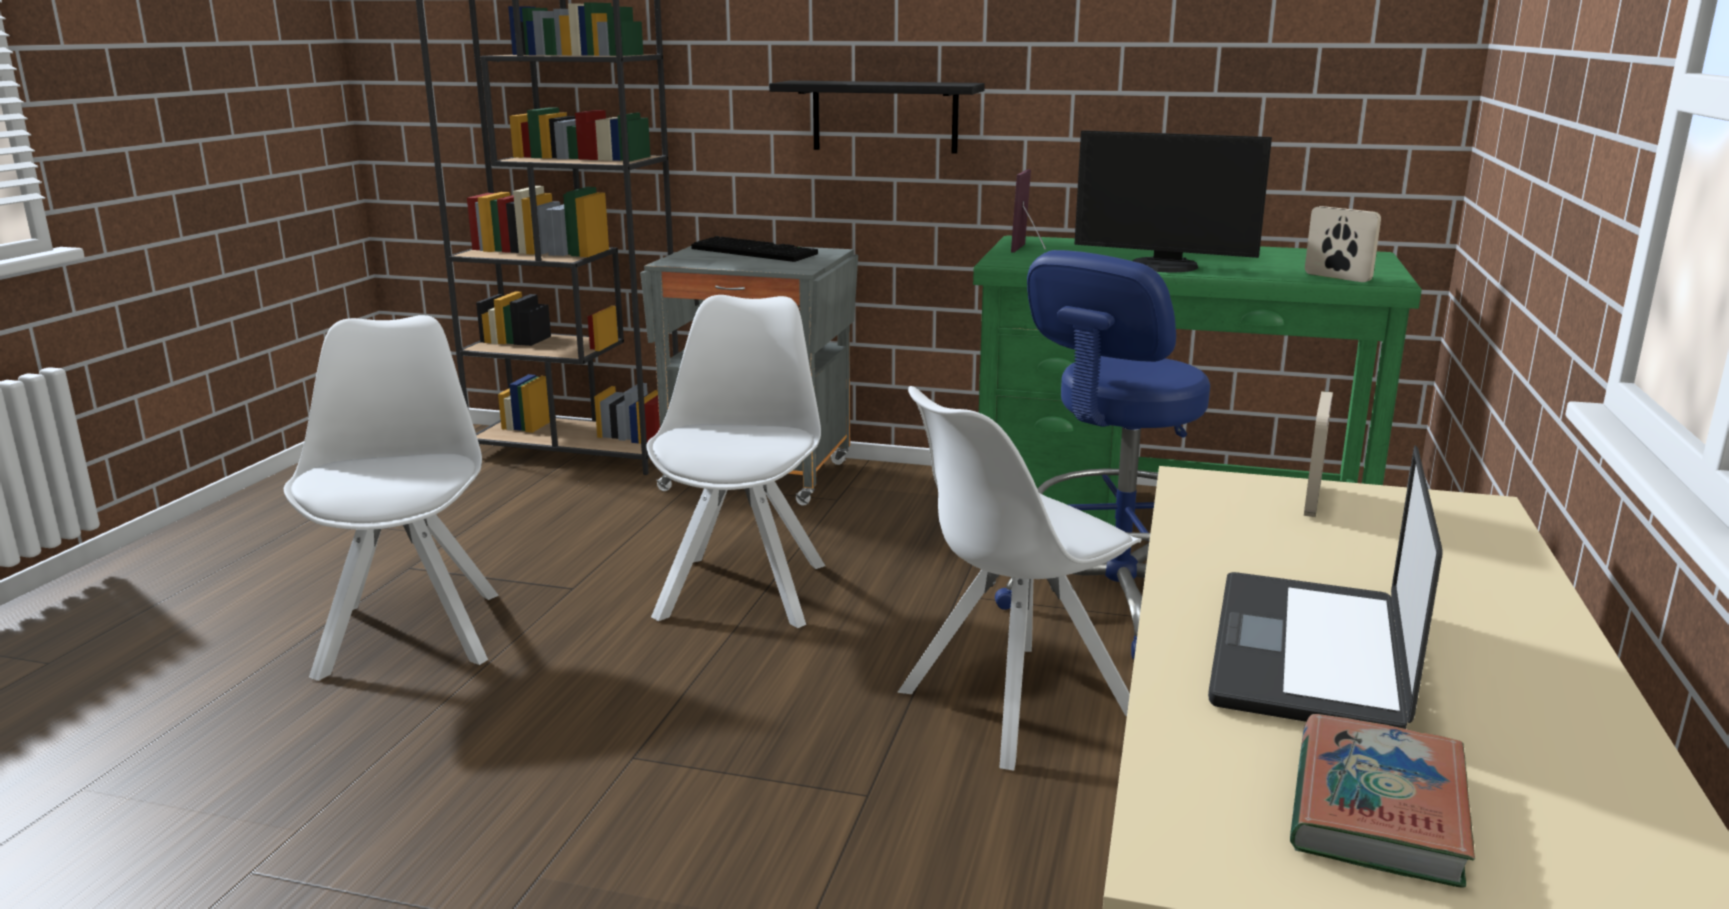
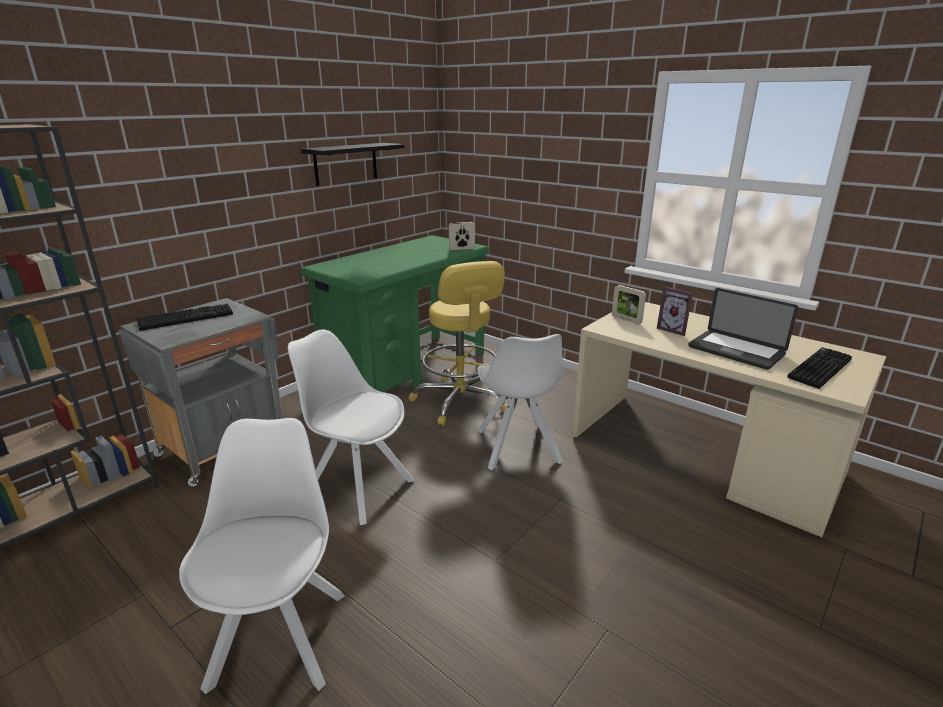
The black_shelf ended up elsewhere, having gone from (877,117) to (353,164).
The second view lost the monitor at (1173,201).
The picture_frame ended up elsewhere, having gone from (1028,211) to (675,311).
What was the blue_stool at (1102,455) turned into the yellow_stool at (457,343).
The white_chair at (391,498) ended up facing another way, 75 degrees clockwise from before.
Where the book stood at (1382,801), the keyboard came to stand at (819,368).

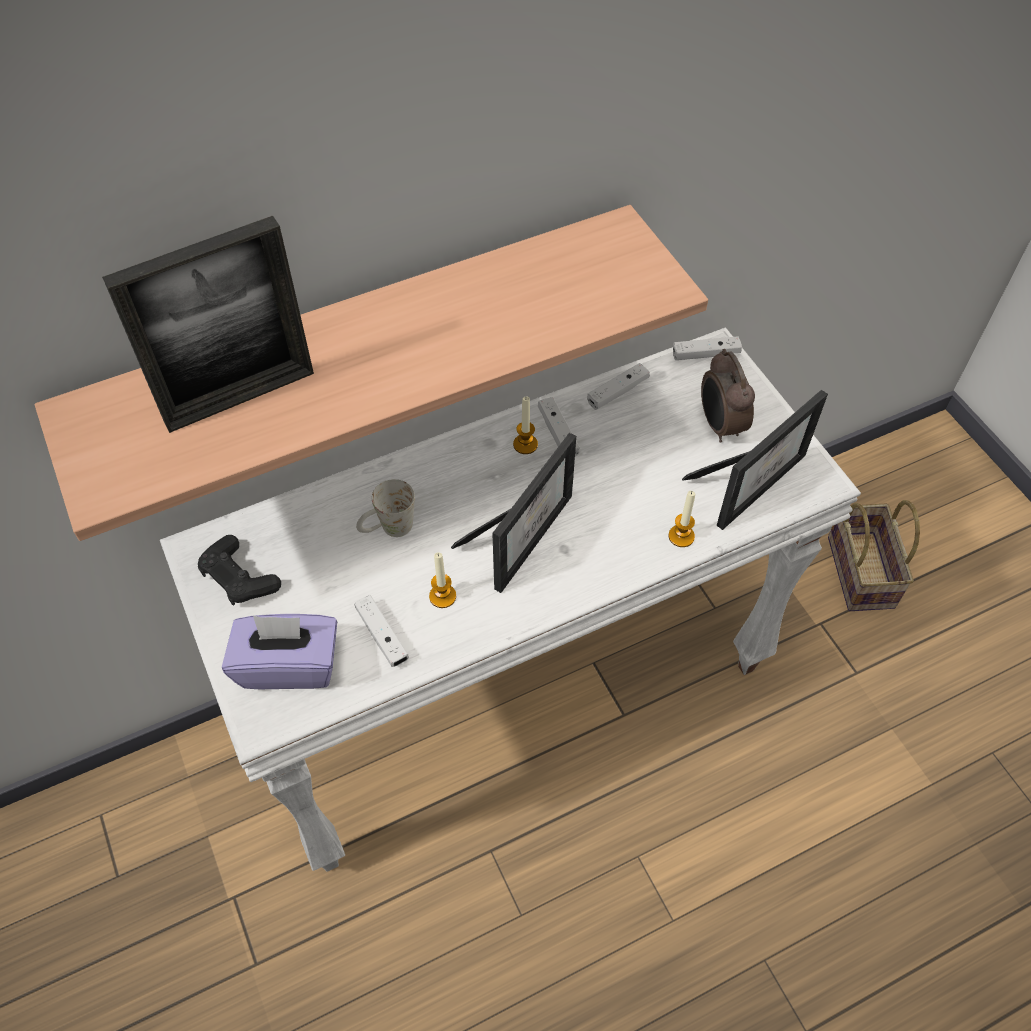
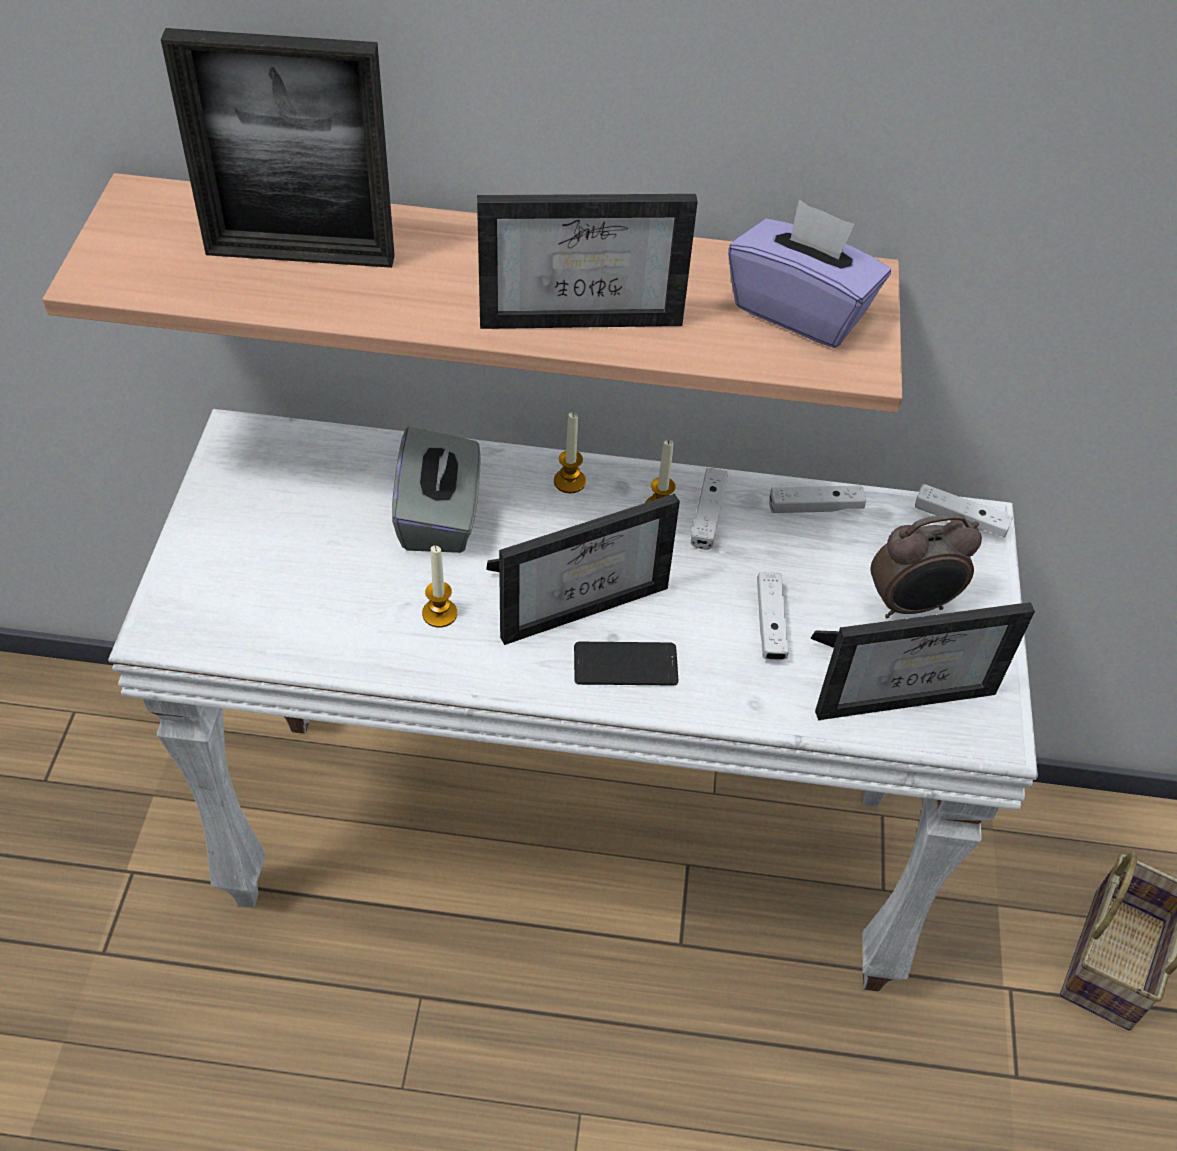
The alarm_clock at (728,396) ended up facing another way, 120 degrees counterclockwise from before.
Where the white_mug stood at (385,508), the grey_tissue_box came to stand at (436,490).
The candle ended up elsewhere, having gone from (681,519) to (570,452).
The second view lost the black_game_controller at (239,570).
The white_game_controller ended up elsewhere, having gone from (381,631) to (773,616).
The purple_tissue_box ended up elsewhere, having gone from (279,651) to (809,274).
The second view gained the picture_frame at (587,261).
The second view gained the phone at (626,663).

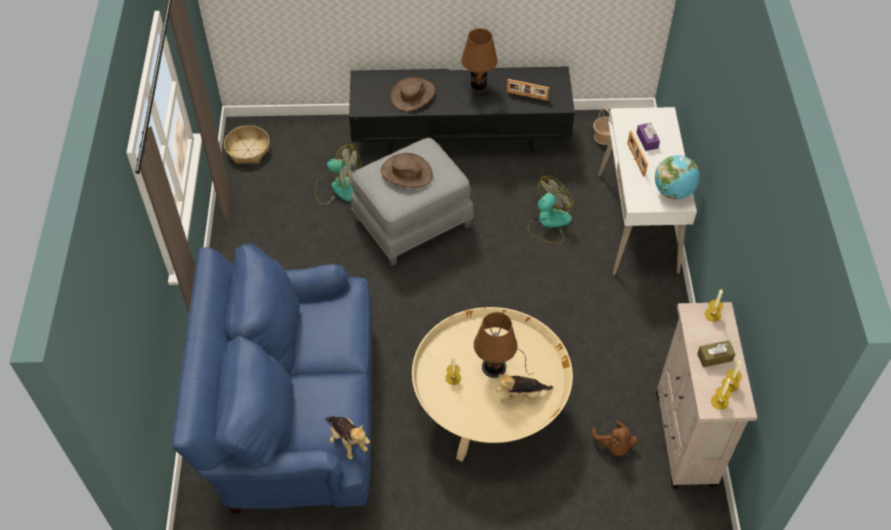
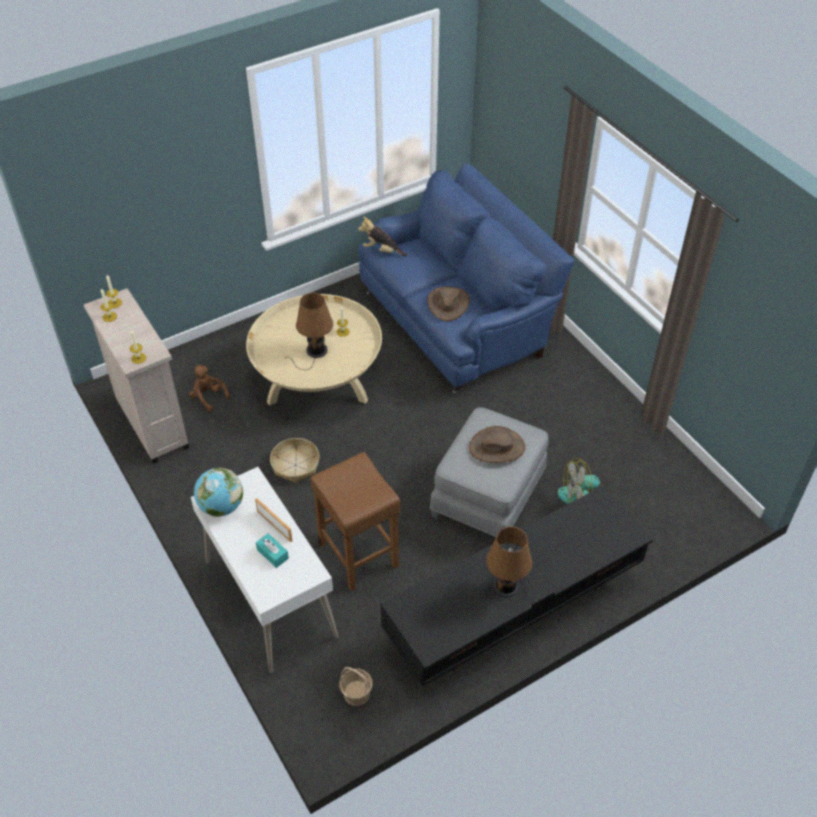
The brown_hat ended up elsewhere, having gone from (413,94) to (449,303).
The second view lost the picture_frame at (528,90).
What was the purple_tissue_box at (648,137) turned into the turquoise_tissue_box at (272,550).
The basket ended up elsewhere, having gone from (246,144) to (295,460).
Where the fan stood at (550,209), the brown_stool came to stand at (355,521).
The second view lost the brown_tissue_box at (716,353).
The second view lost the plush_toy at (524,388).

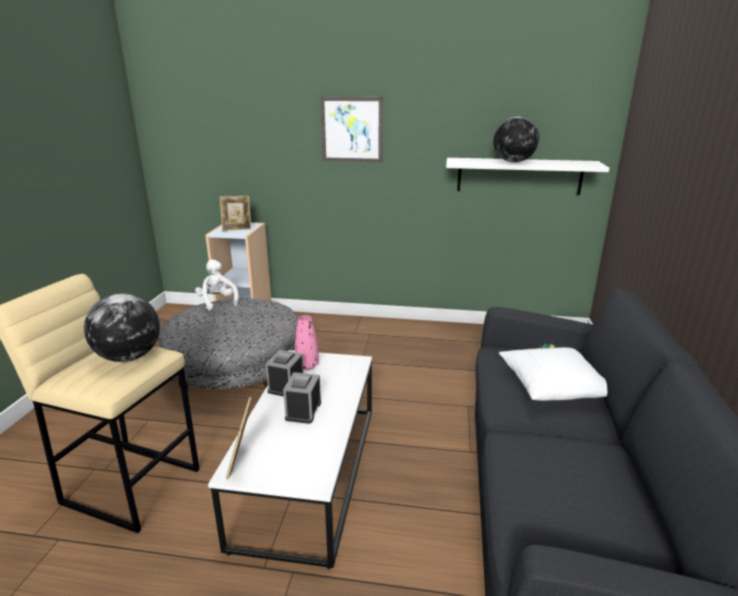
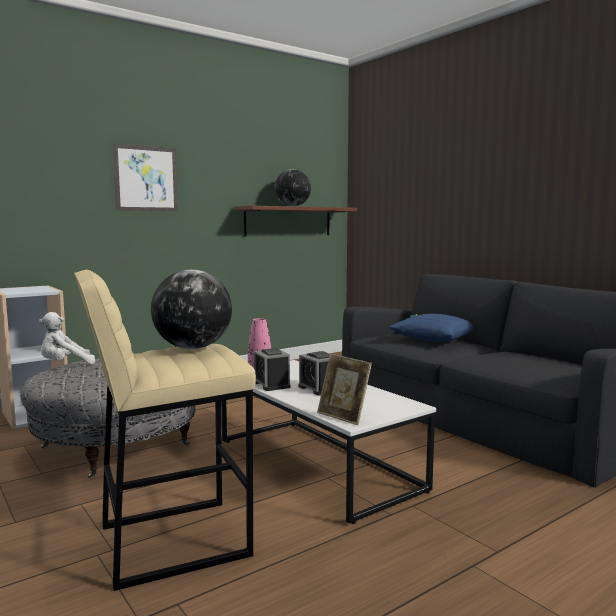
What was the white_shelf at (527,176) turned into the brown_shelf at (295,221).
The second view lost the picture_frame at (235,213).
The white_plush_toy at (217,285) ended up facing another way, 45 degrees counterclockwise from before.
What was the white_pillow at (553,372) turned into the blue_pillow at (431,327).

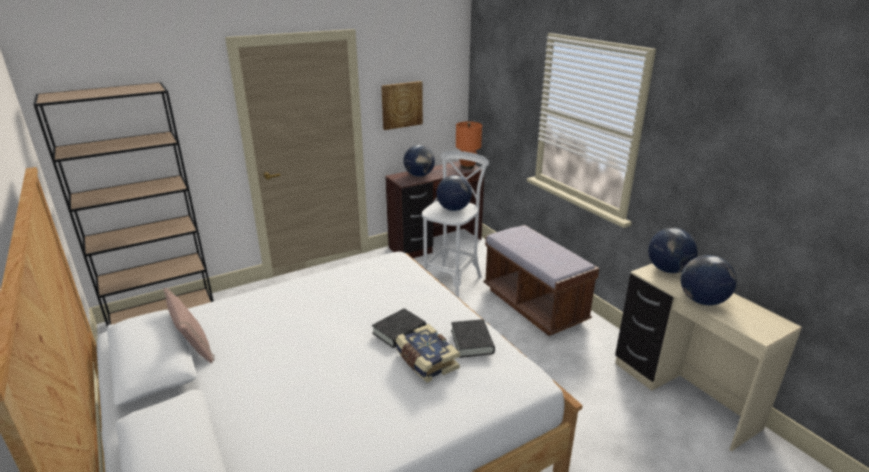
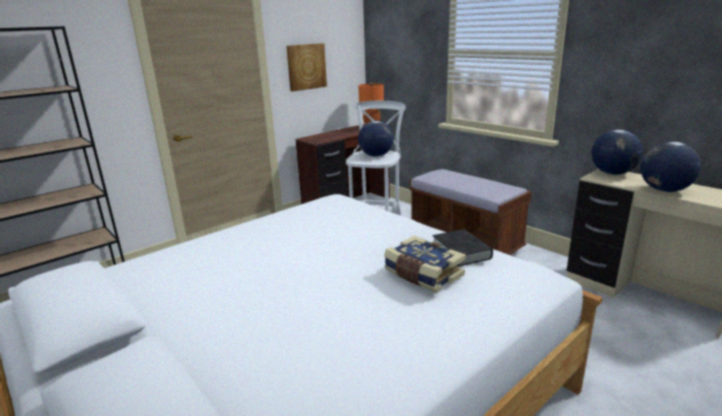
The second view lost the globe at (419,161).
The second view lost the beige_pillow at (189,325).
The second view lost the black_book at (399,328).

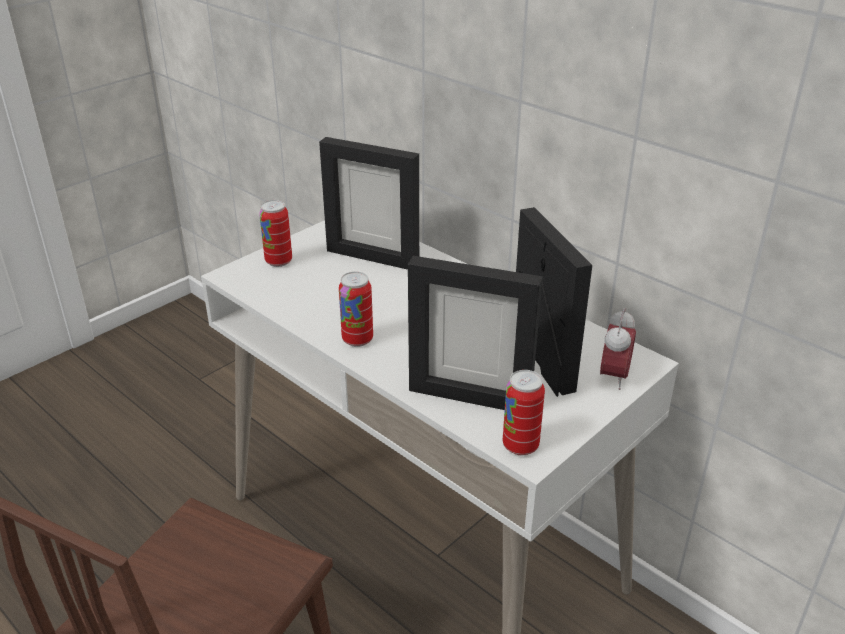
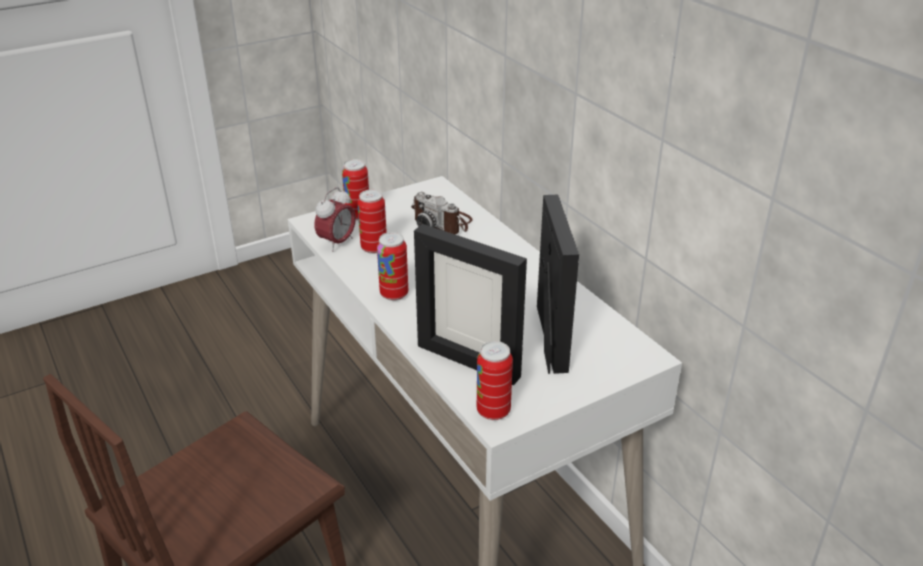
Where the picture_frame stood at (369,203), the photo_camera came to stand at (442,213).
The alarm_clock ended up elsewhere, having gone from (618,349) to (335,219).
The second view gained the can at (372,222).

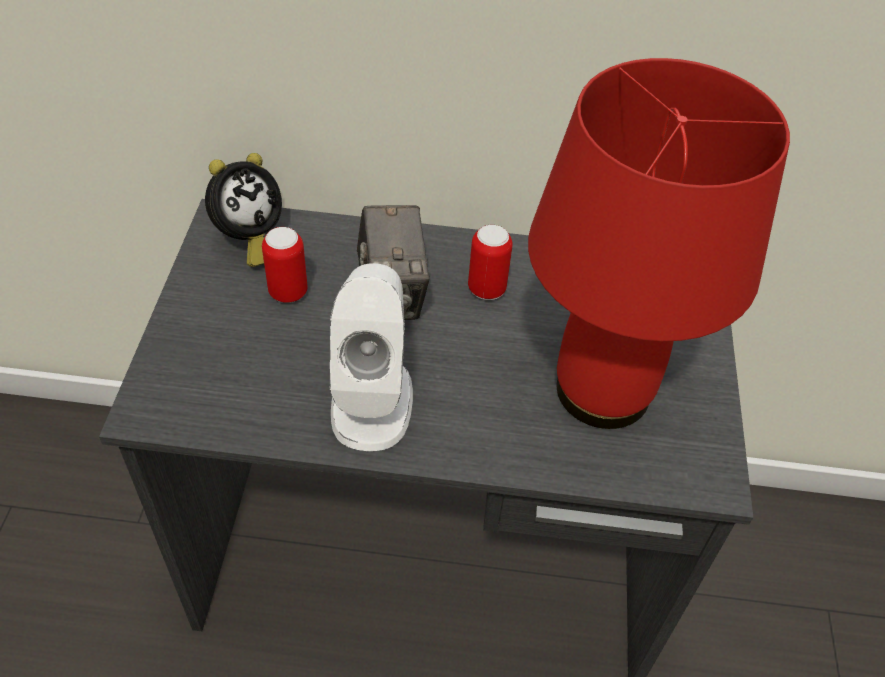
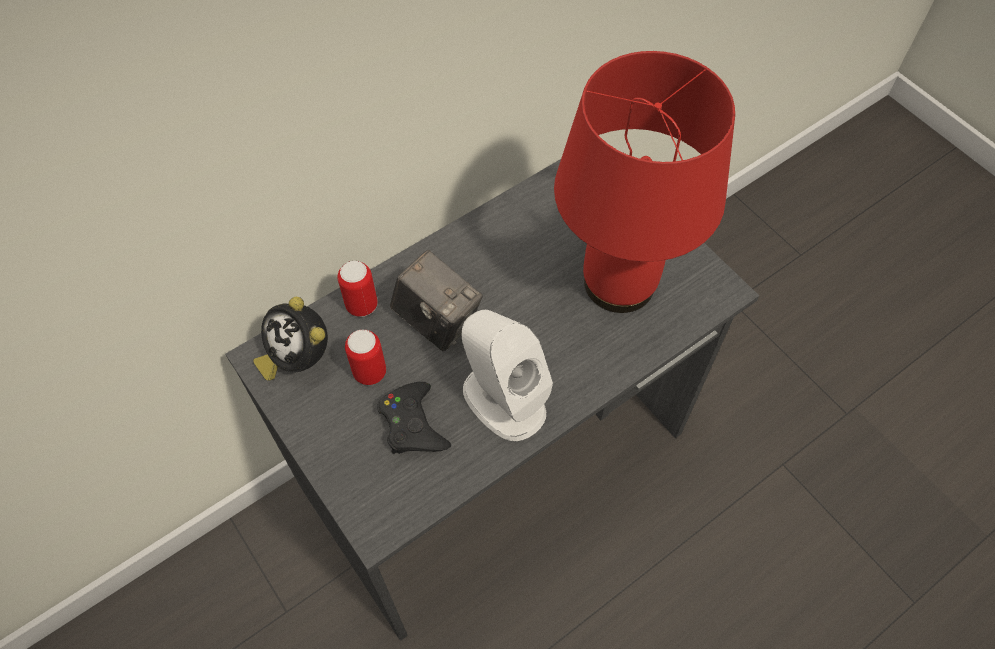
The alarm_clock at (243,210) ended up facing another way, 135 degrees clockwise from before.
The can ended up elsewhere, having gone from (490,262) to (357,289).
The second view gained the black_game_controller at (414,418).

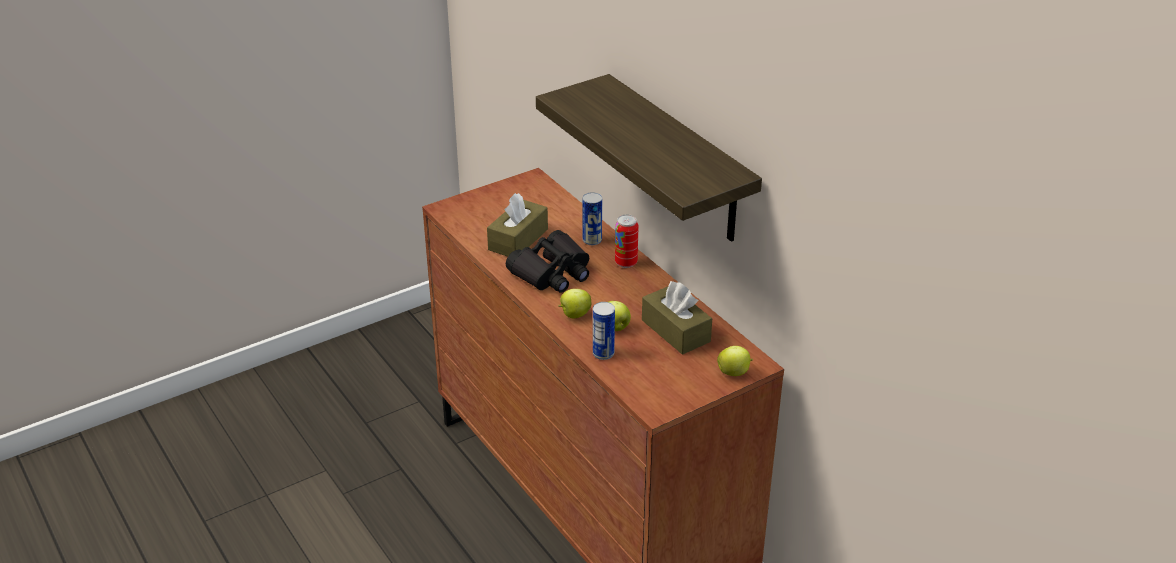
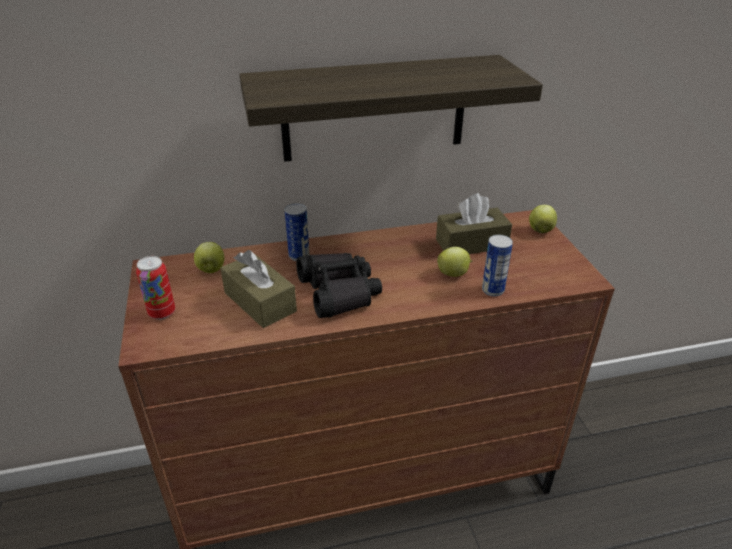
The can ended up elsewhere, having gone from (627,241) to (155,288).
The apple ended up elsewhere, having gone from (575,304) to (209,257).

